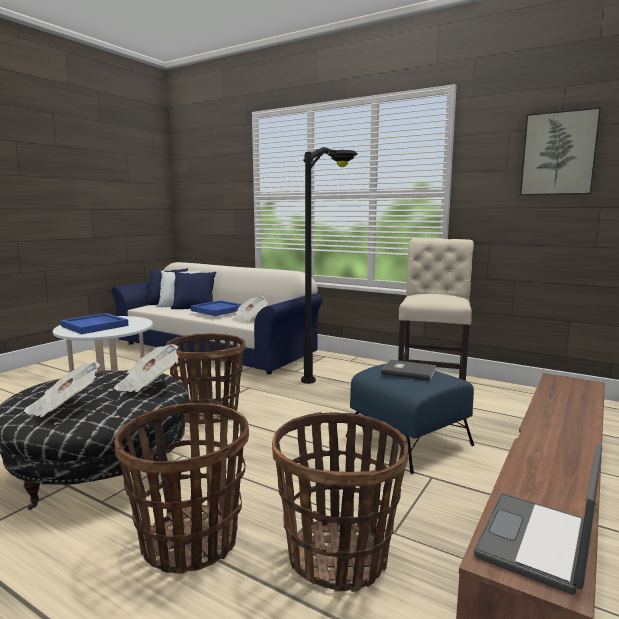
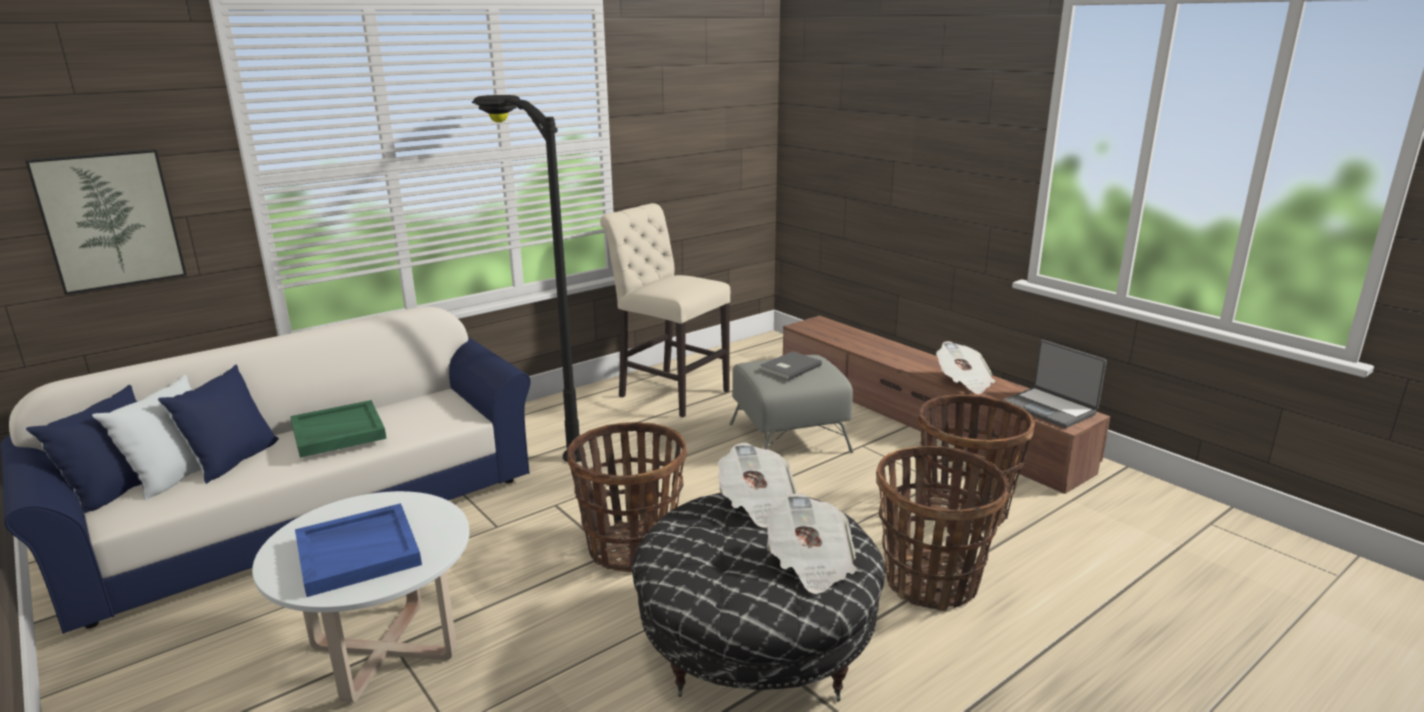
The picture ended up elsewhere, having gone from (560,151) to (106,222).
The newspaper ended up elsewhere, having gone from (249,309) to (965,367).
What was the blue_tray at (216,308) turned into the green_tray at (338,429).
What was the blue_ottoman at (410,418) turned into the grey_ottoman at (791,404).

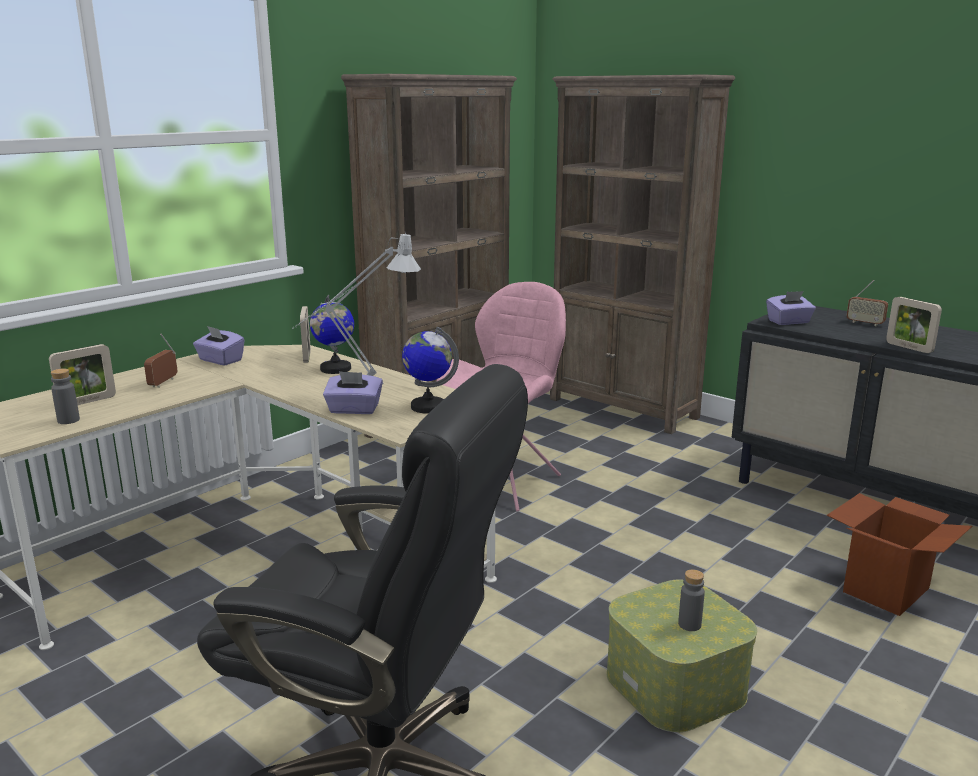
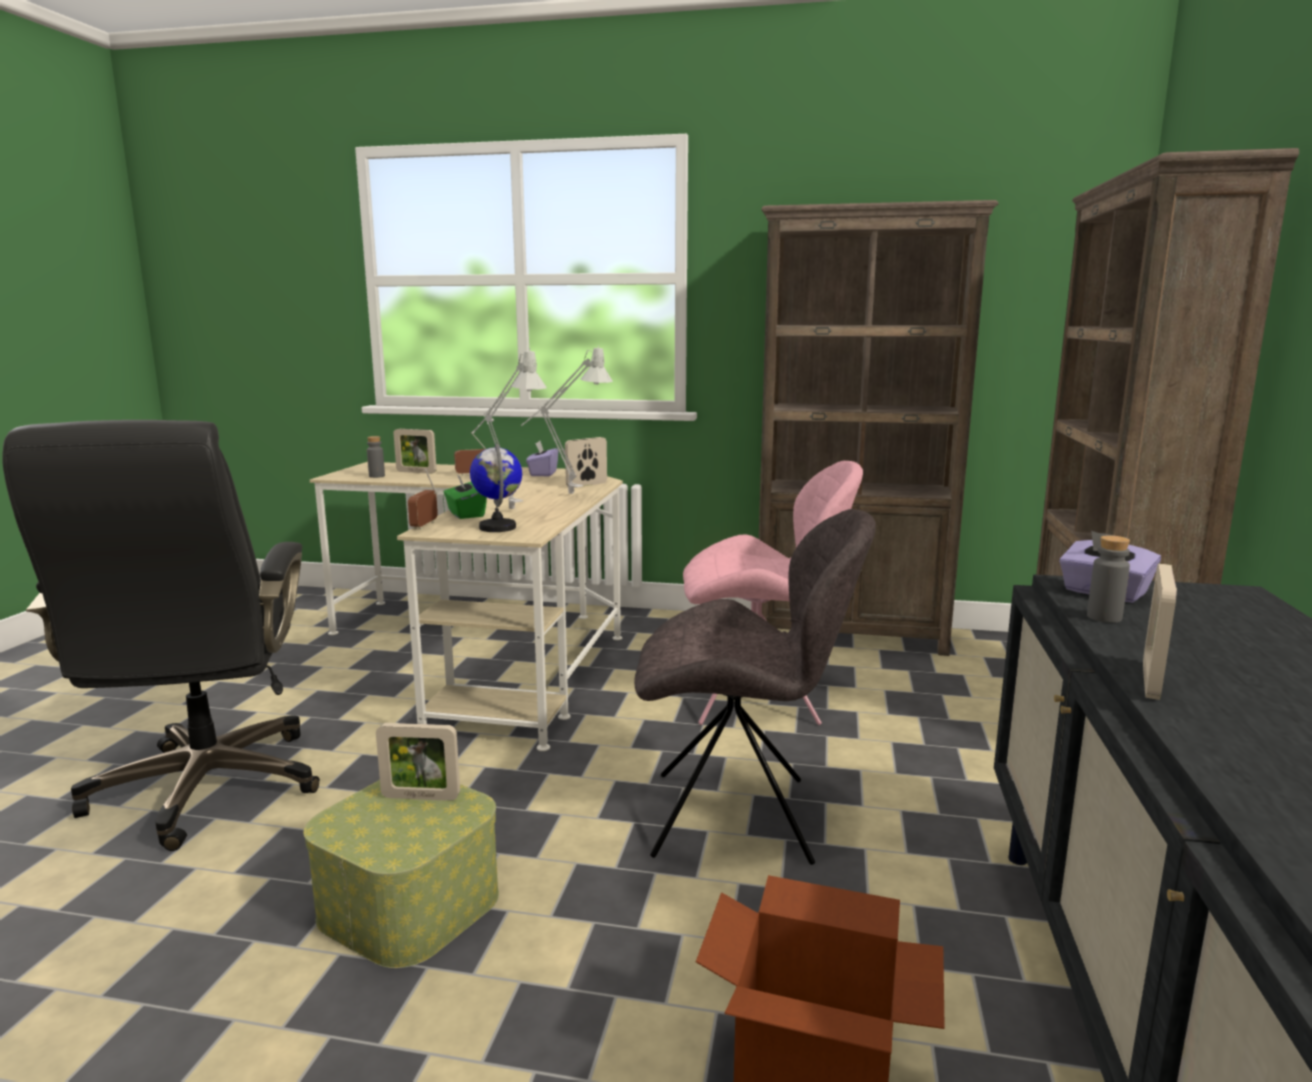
The radio ended up elsewhere, having gone from (867,303) to (423,499).
Where the globe stood at (332,334), the grey_table_lamp came to stand at (567,419).
What was the purple_tissue_box at (353,392) turned into the green_tissue_box at (465,496).
The grey_bottle ended up elsewhere, having gone from (691,600) to (1108,579).
The second view gained the grey_chair at (755,687).
The second view gained the picture_frame at (418,762).

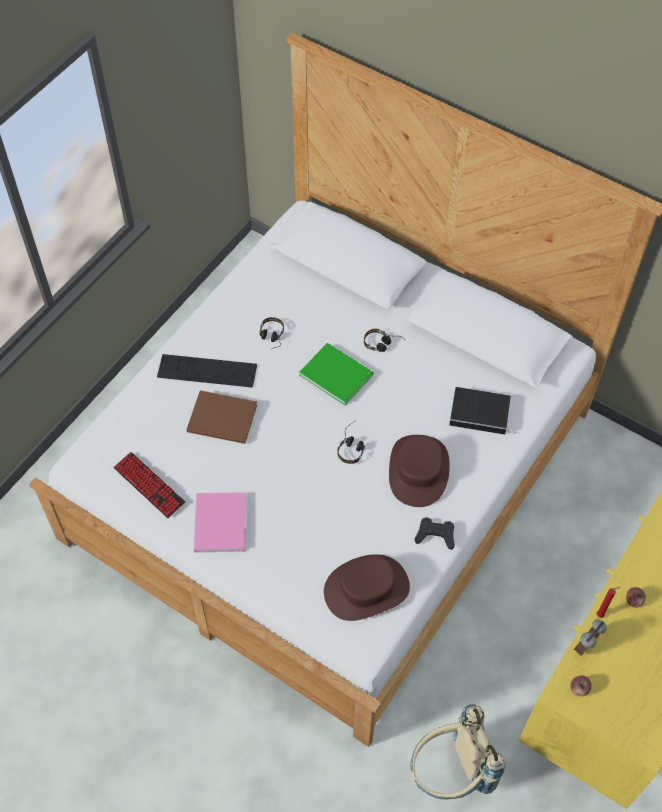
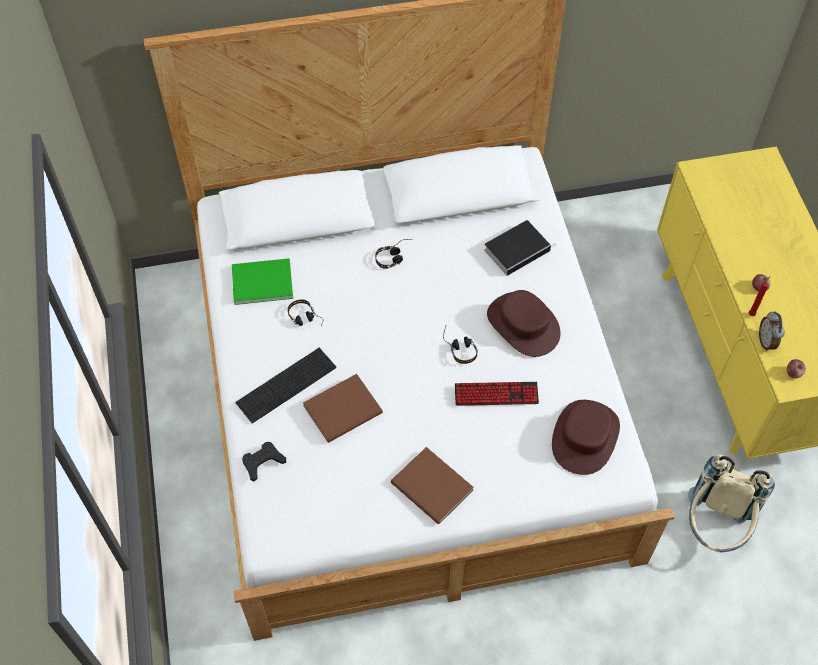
The green_book ended up elsewhere, having gone from (336,374) to (262,281).
The keyboard ended up elsewhere, having gone from (149,485) to (497,394).
What was the pink_book at (220,522) turned into the brown_book at (432,485).
The black_game_controller ended up elsewhere, having gone from (434,533) to (264,462).

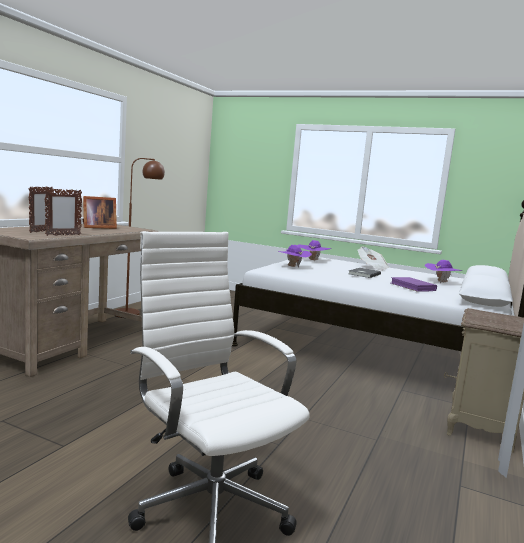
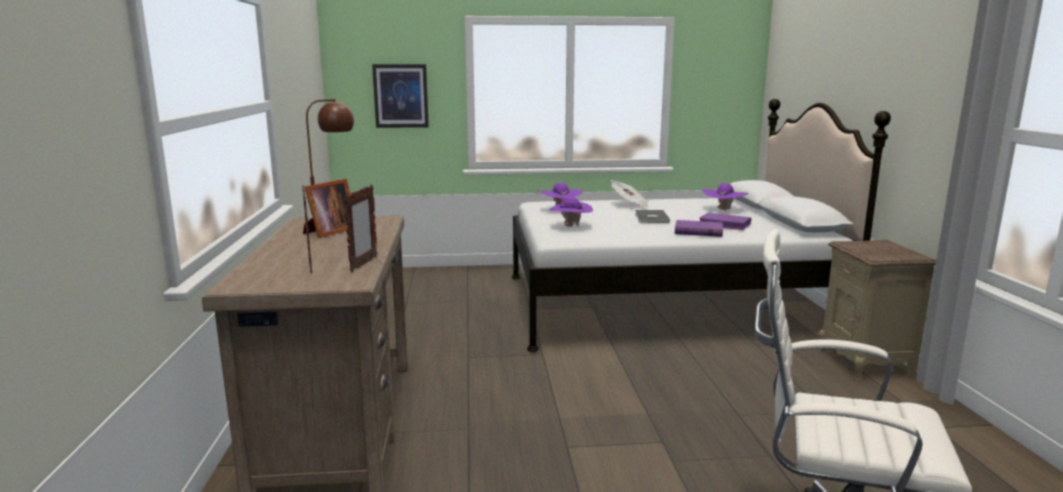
The second view gained the picture at (400,96).
The second view gained the purple_book at (699,228).

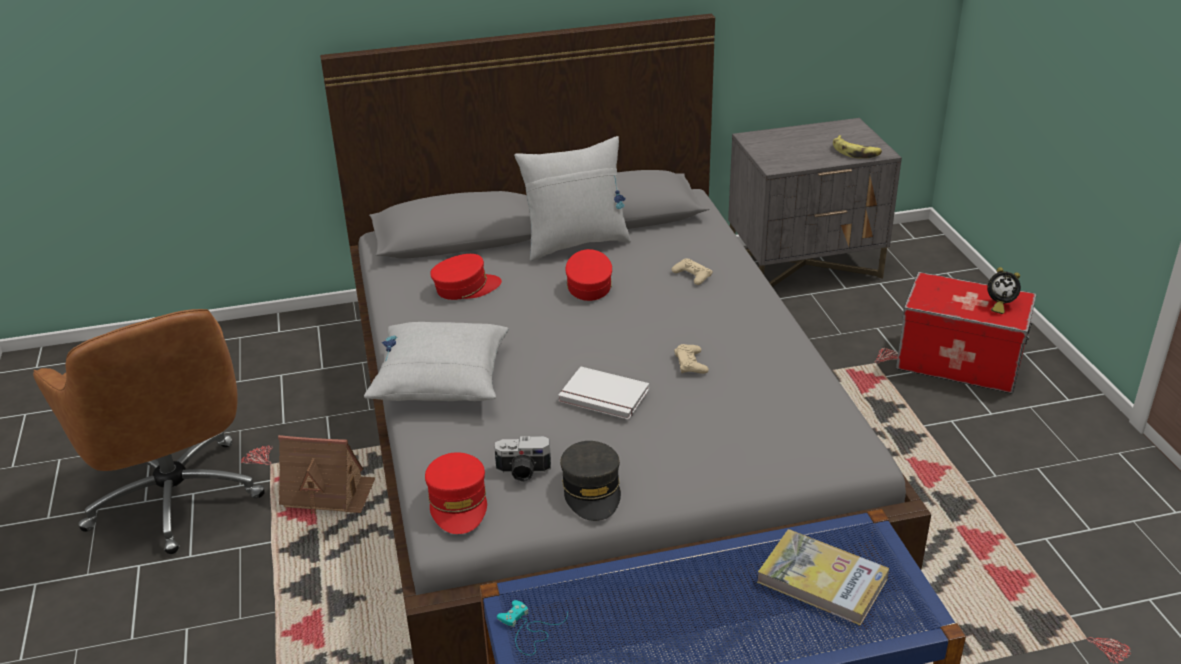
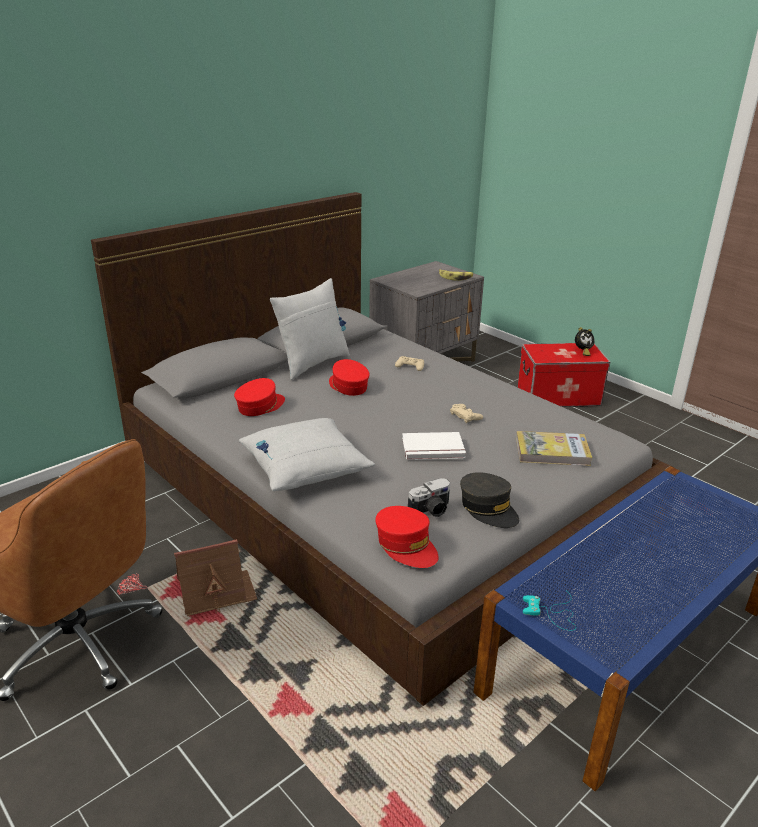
The book ended up elsewhere, having gone from (823,577) to (554,448).

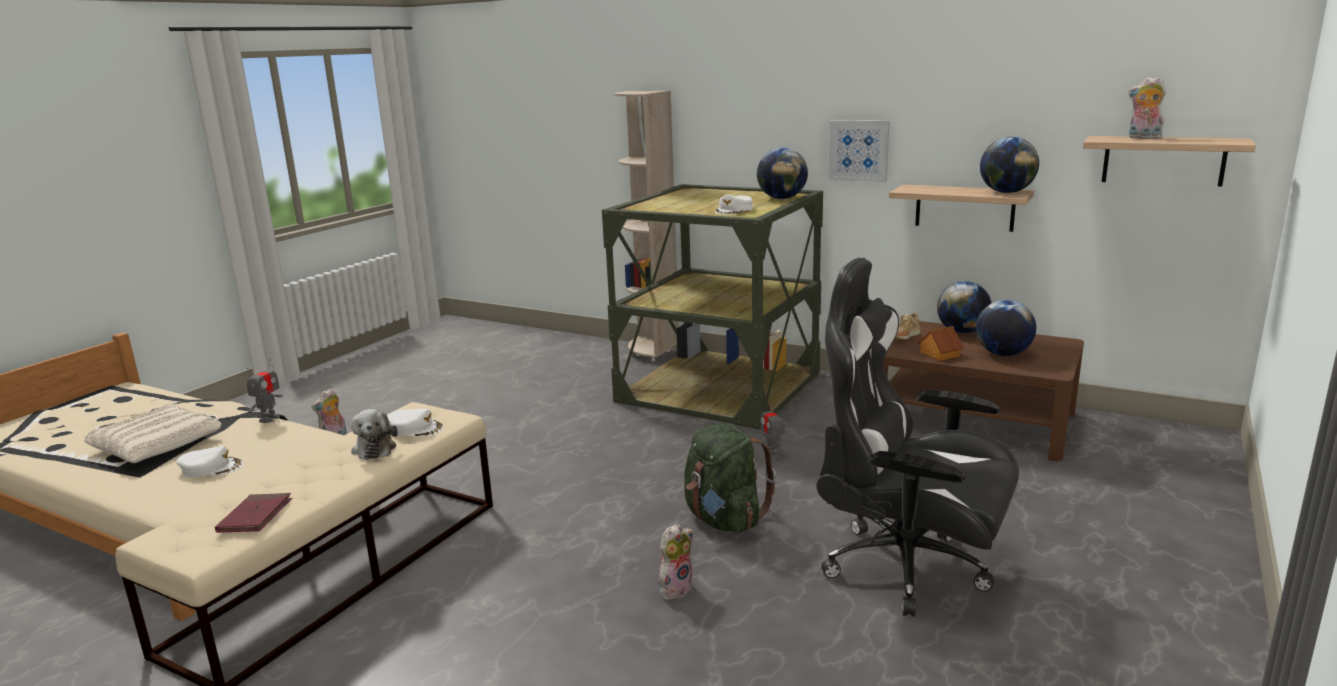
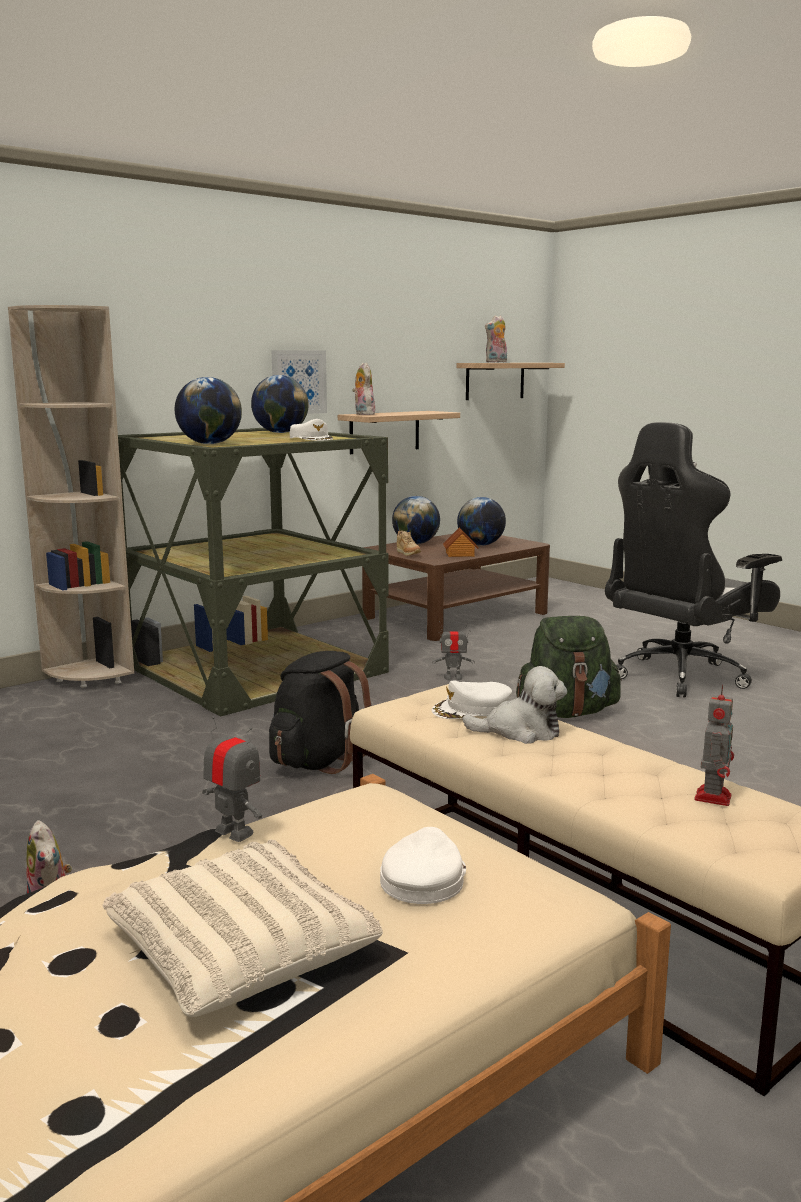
The globe ended up elsewhere, having gone from (1009,165) to (208,410).
The white_cap at (415,423) ended up facing another way, 150 degrees counterclockwise from before.
Where the red_book stood at (253,513), the toy_robot came to stand at (714,745).
The plush_toy ended up elsewhere, having gone from (675,562) to (363,388).
The second view gained the black_backpack at (320,712).

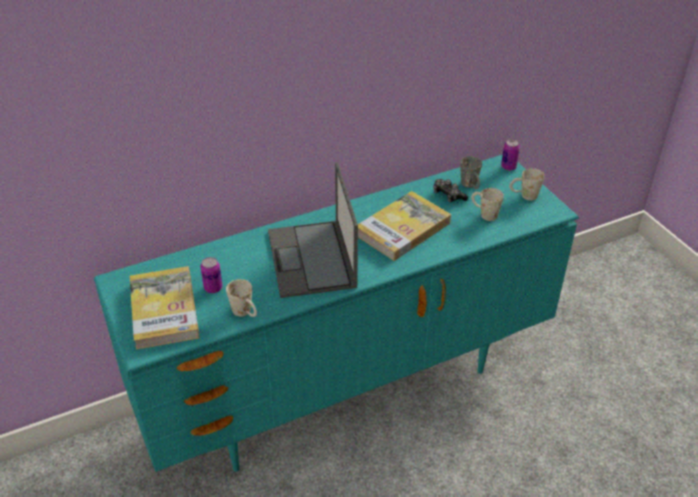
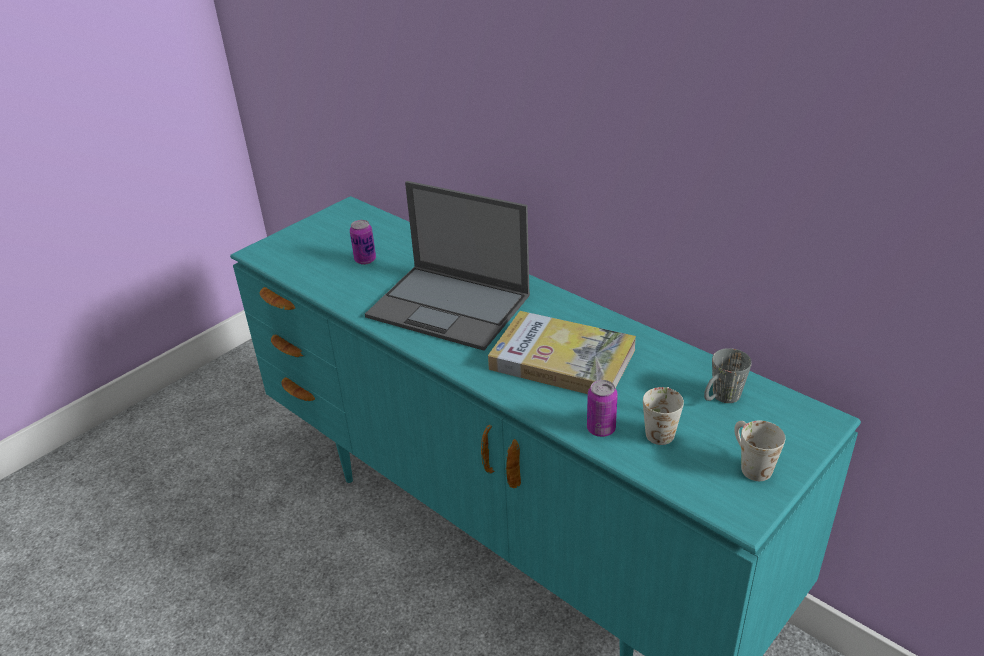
The can ended up elsewhere, having gone from (510,155) to (602,408).
The laptop at (313,230) ended up facing another way, 120 degrees counterclockwise from before.
The second view lost the game_controller at (450,190).
The second view lost the book at (165,308).
The second view lost the white_mug at (241,298).

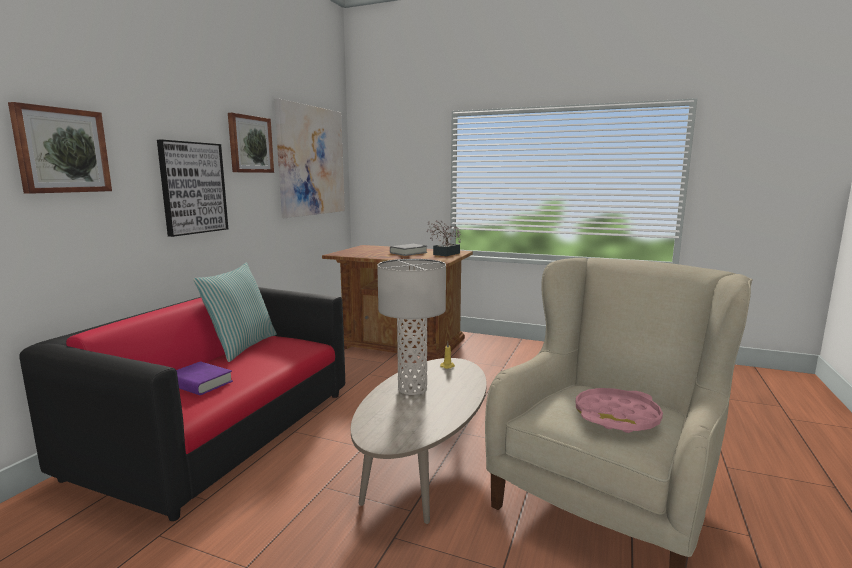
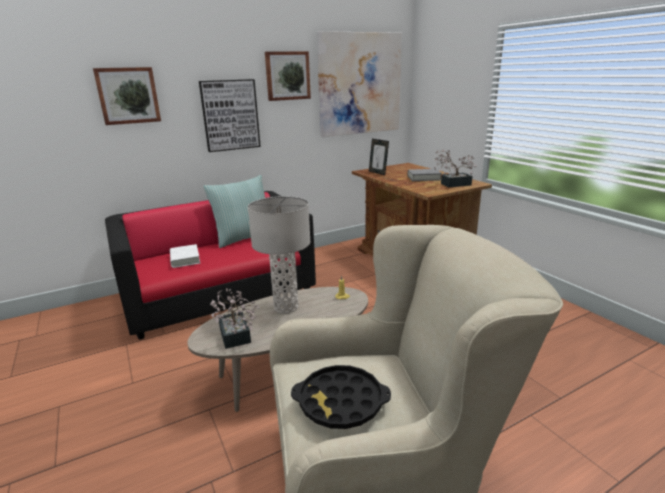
What was the purple_book at (204,378) turned into the white_book at (185,256).
What was the pink_tray at (619,410) turned into the black_tray at (341,397).
The second view gained the picture_frame at (379,157).
The second view gained the potted_plant at (235,318).

